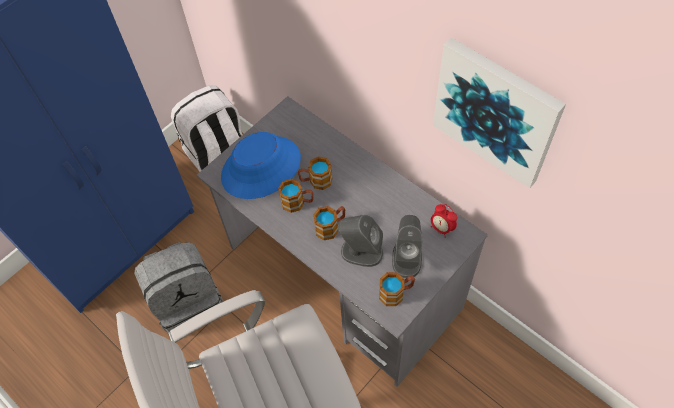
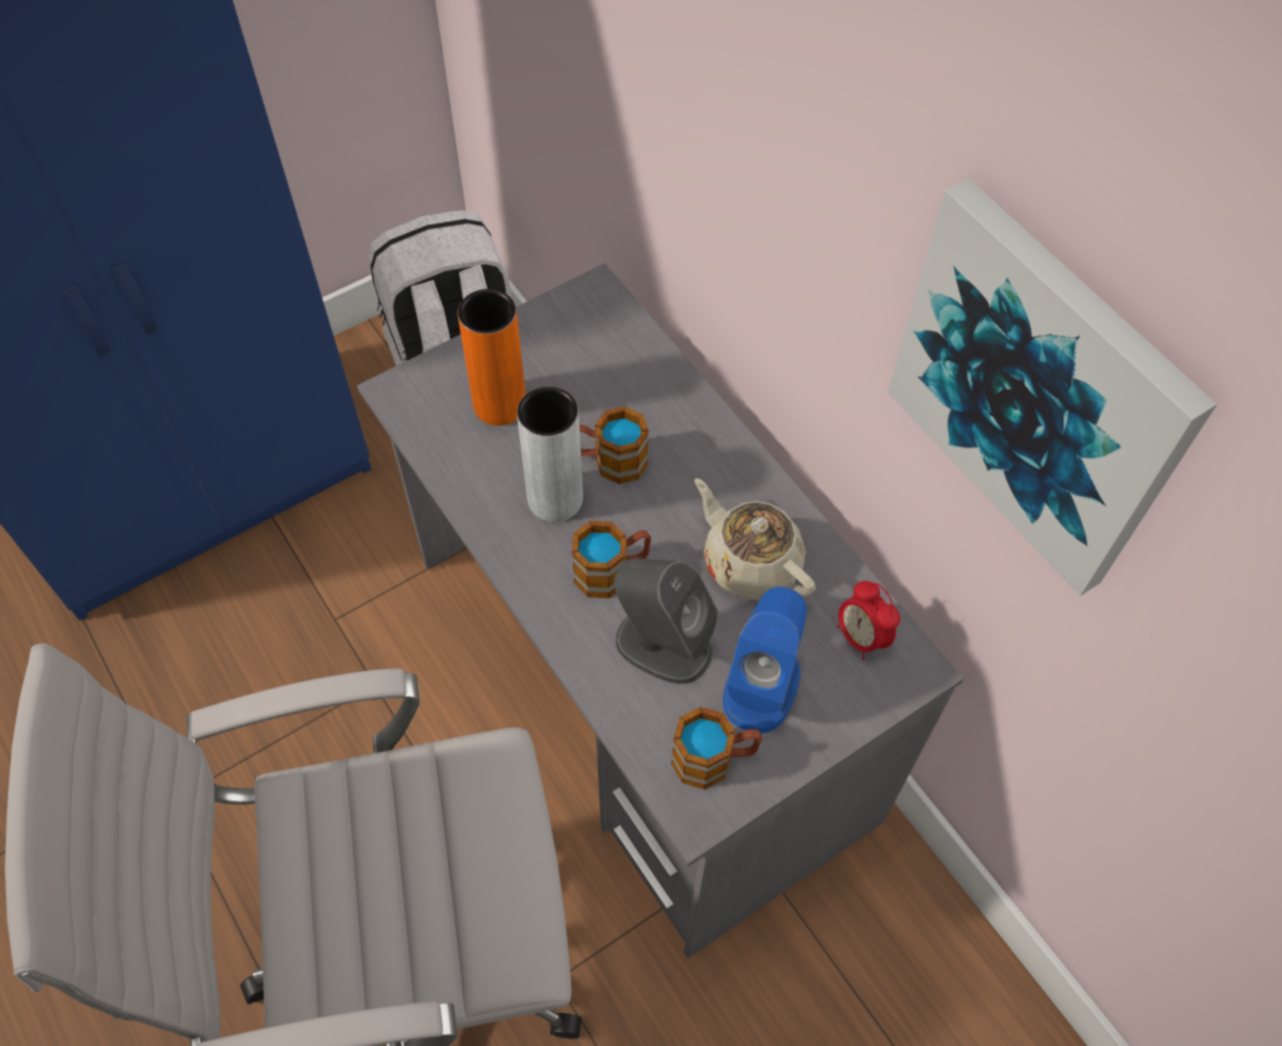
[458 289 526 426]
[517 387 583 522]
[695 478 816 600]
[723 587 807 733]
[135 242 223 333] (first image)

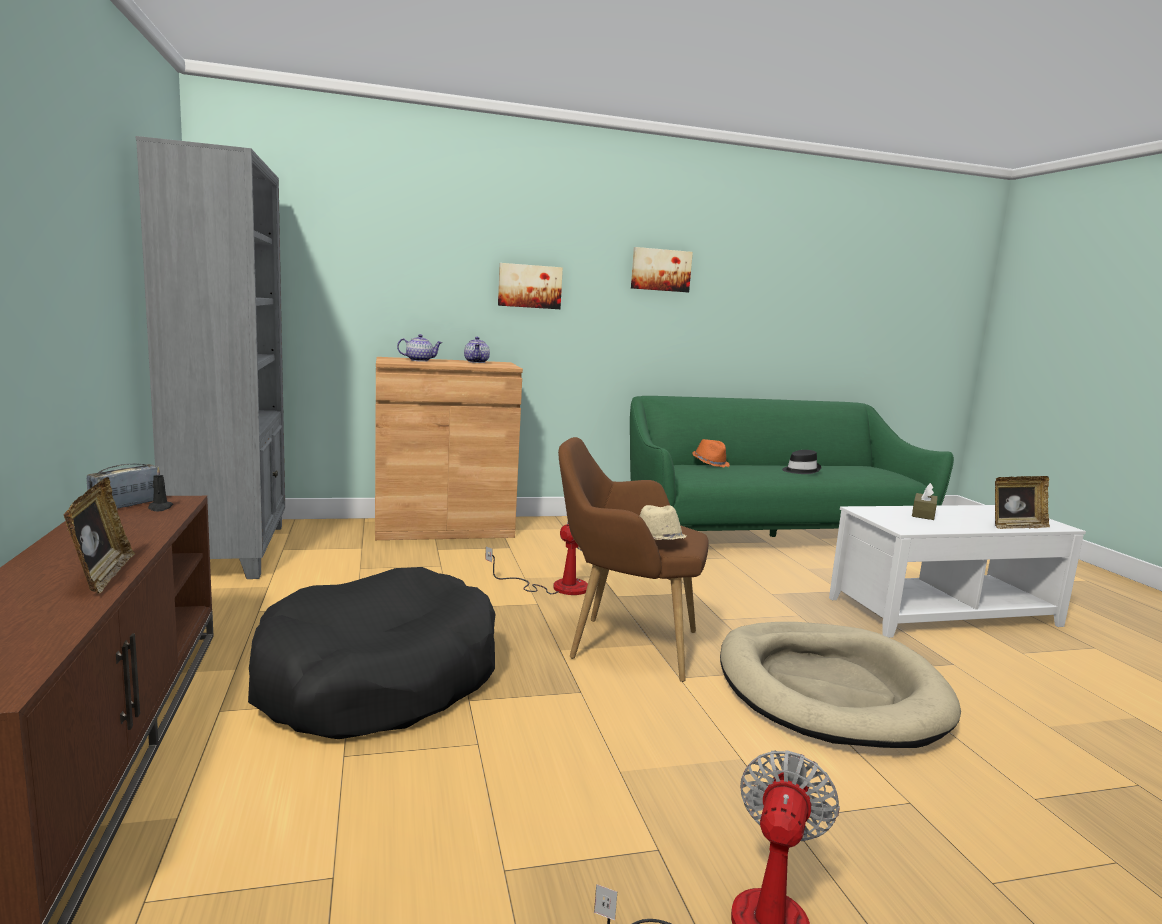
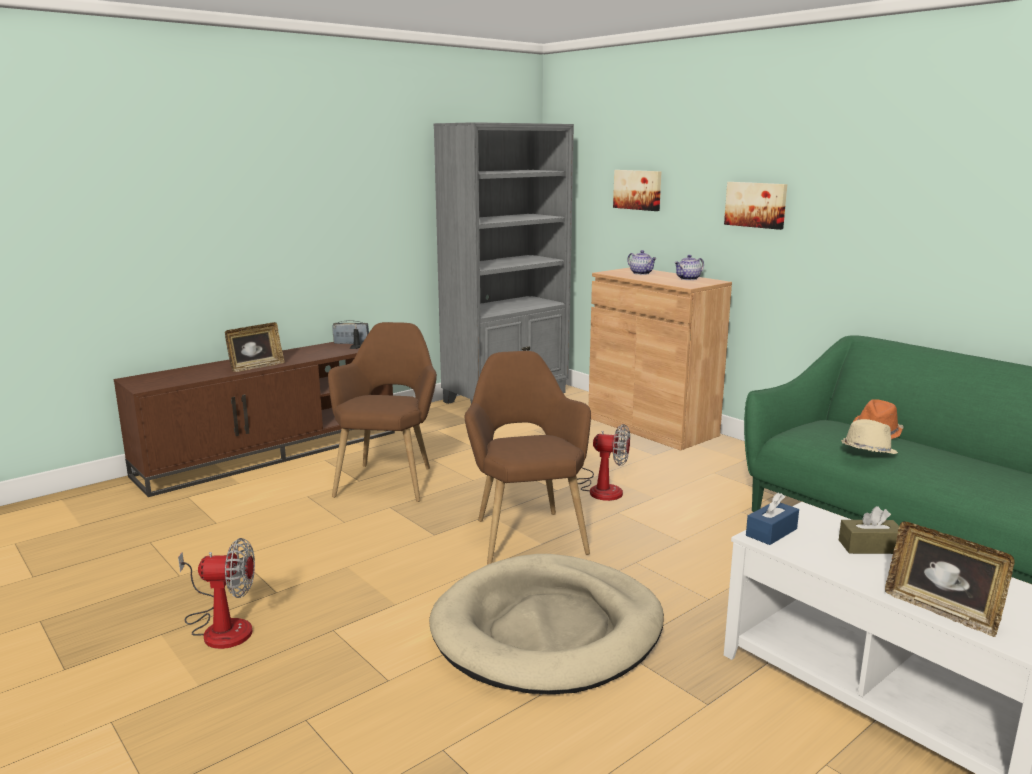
[328 322 437 502]
[613 170 662 211]
[746 493 799 545]
[841 419 898 454]
[782 450 821 474] (first image)

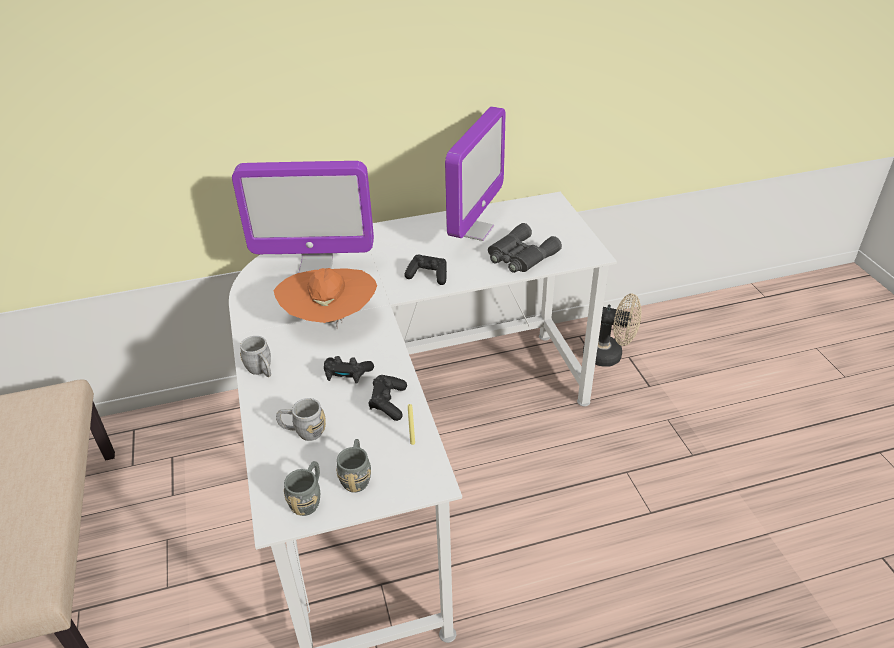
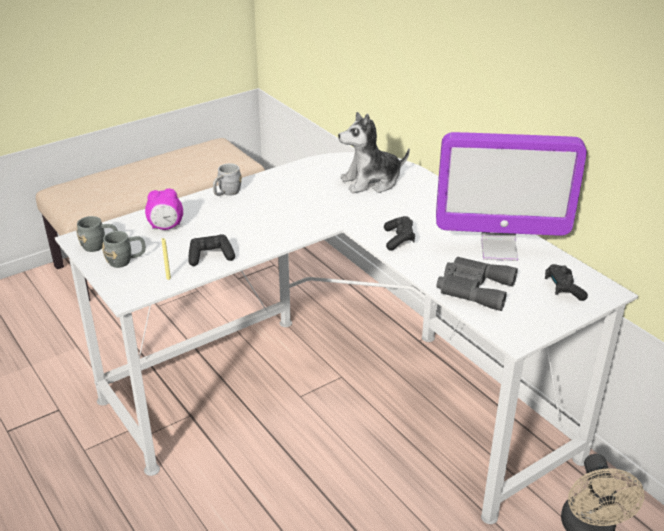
[145 189 183 230]
[338 112 410 193]
[545 264 588 301]
[273 268 377 330] (first image)

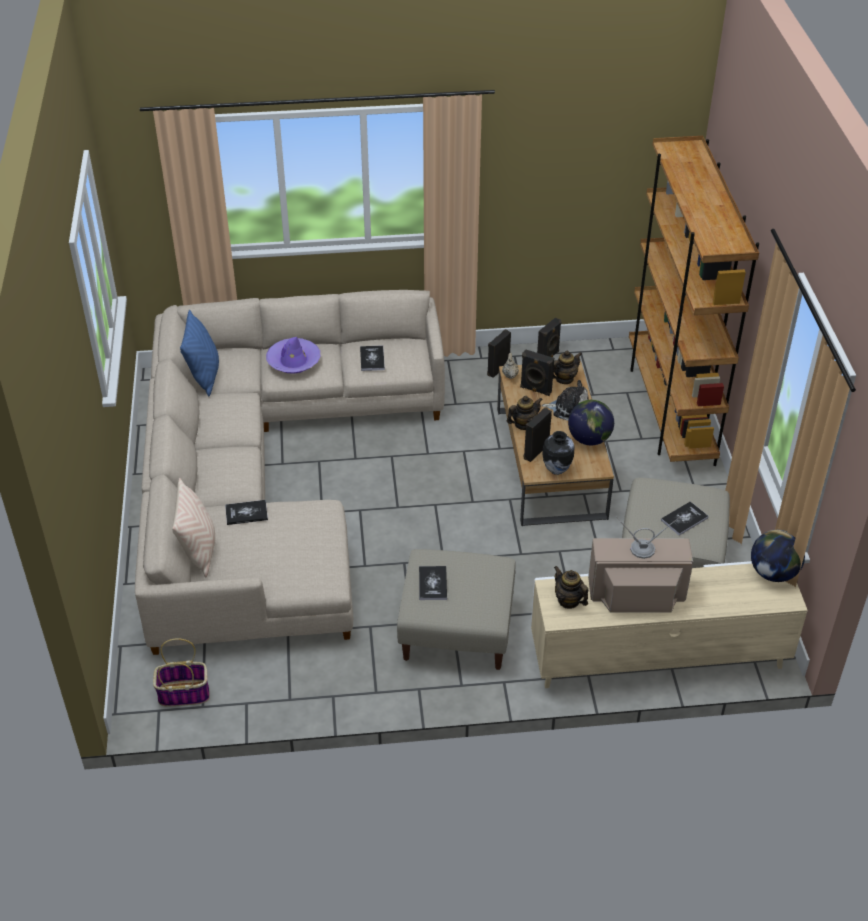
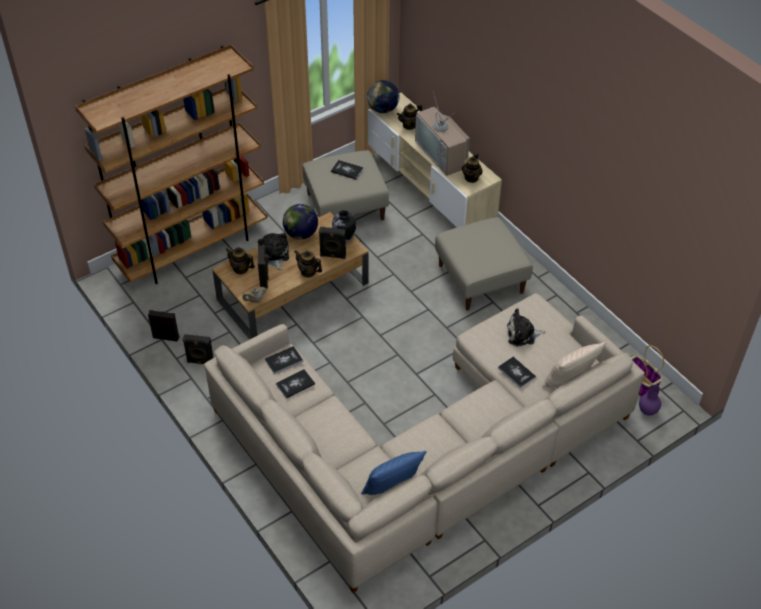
[265 346 303 374]
[397 103 423 130]
[507 308 545 346]
[639 385 661 416]
[266 337 320 374] (first image)

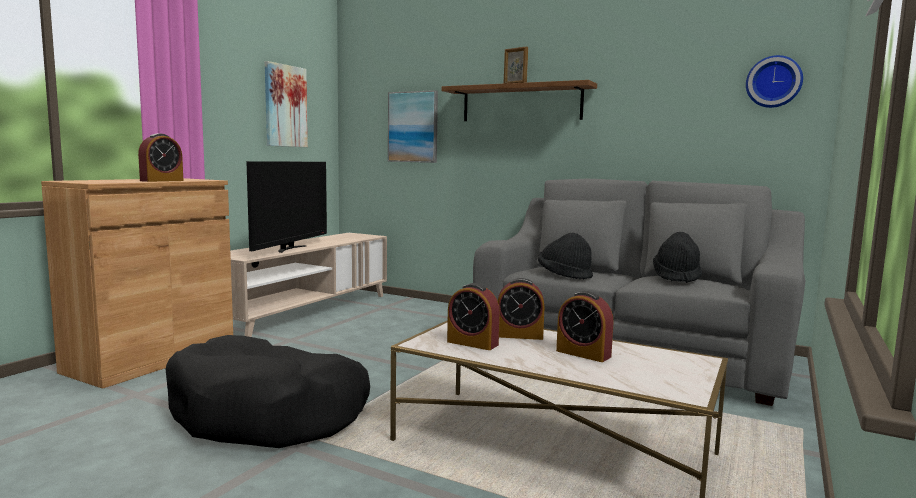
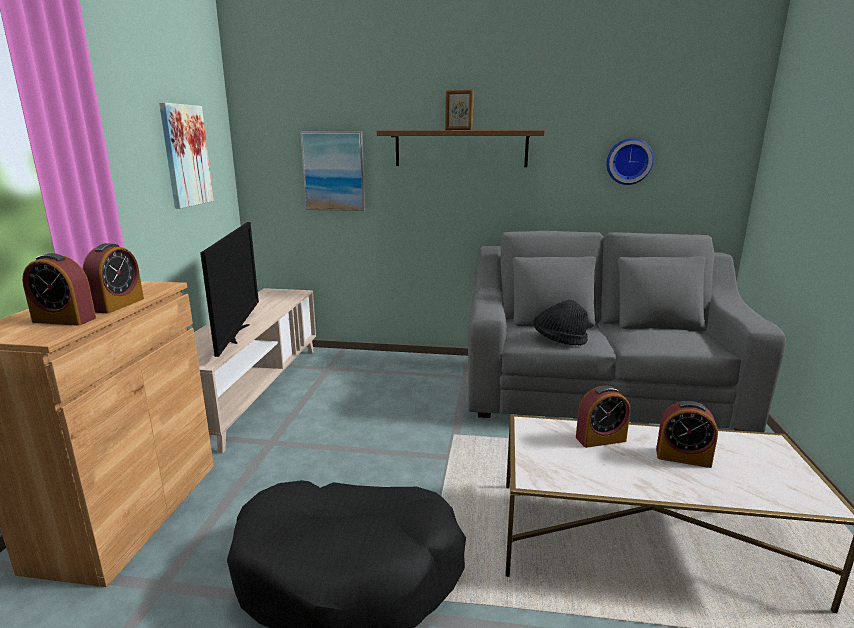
[22 253 96 326]
[607 138 654 185]
[653 232 702 283] (first image)

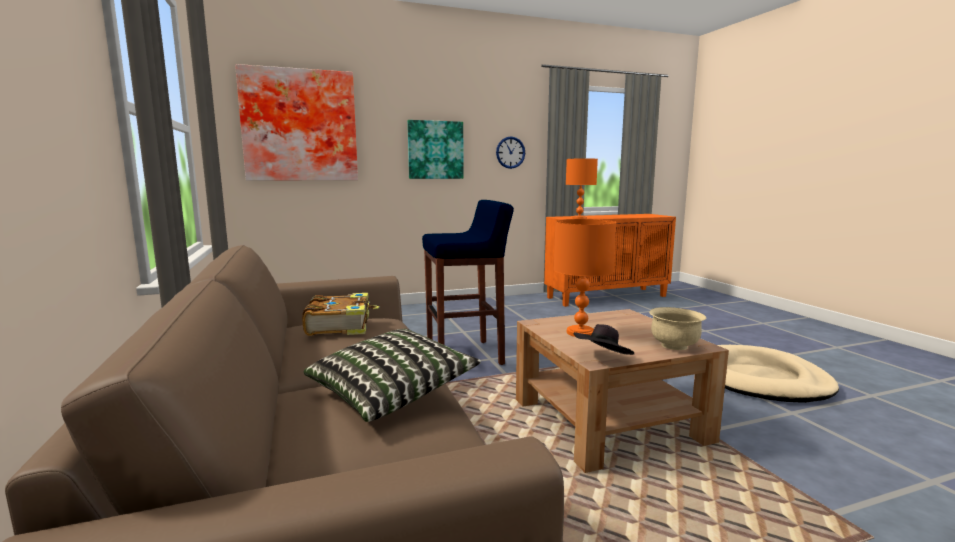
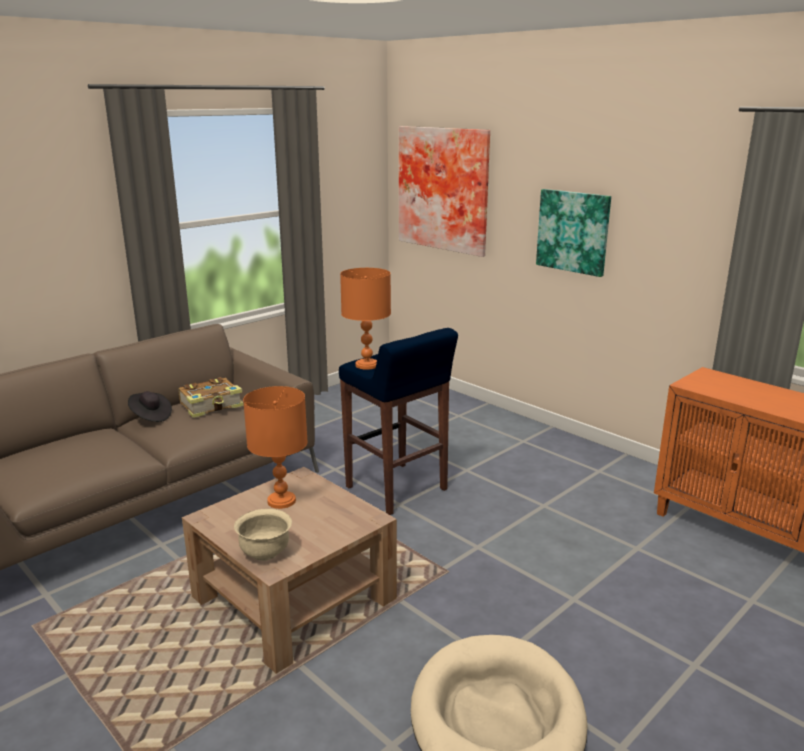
[128 391 172 422]
[340 268 391 370]
[304 329 481 422] (first image)
[496 136 525 169] (first image)

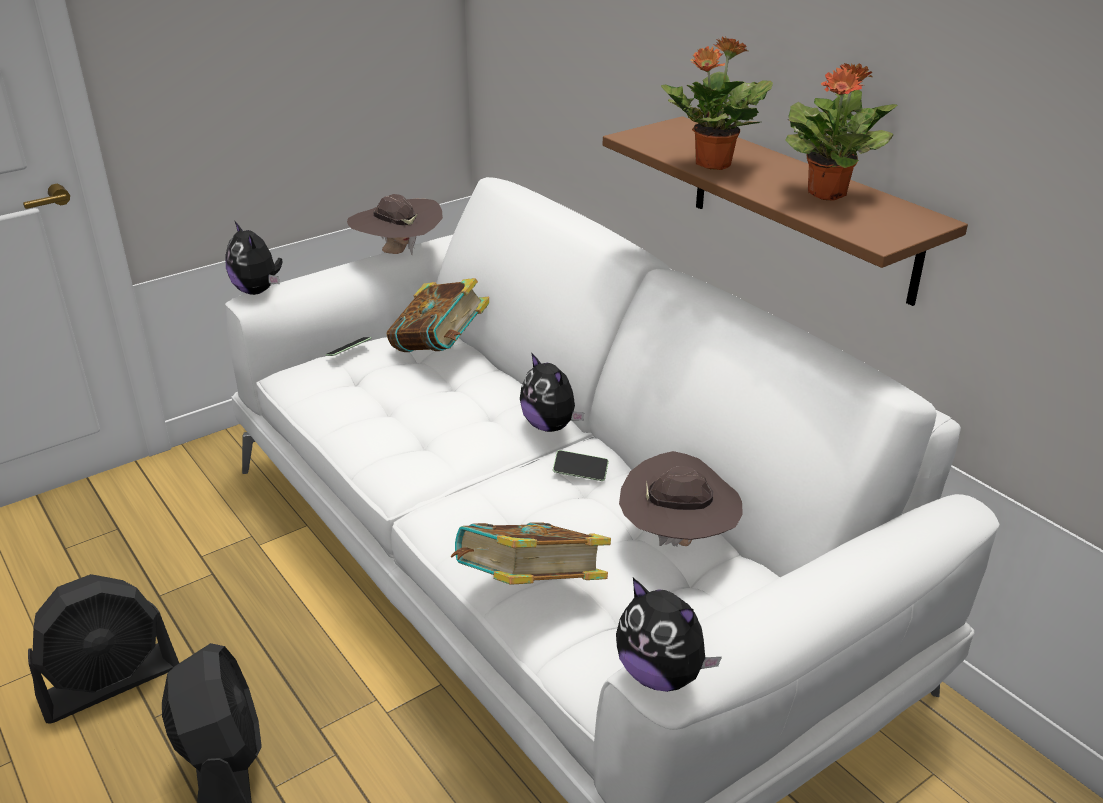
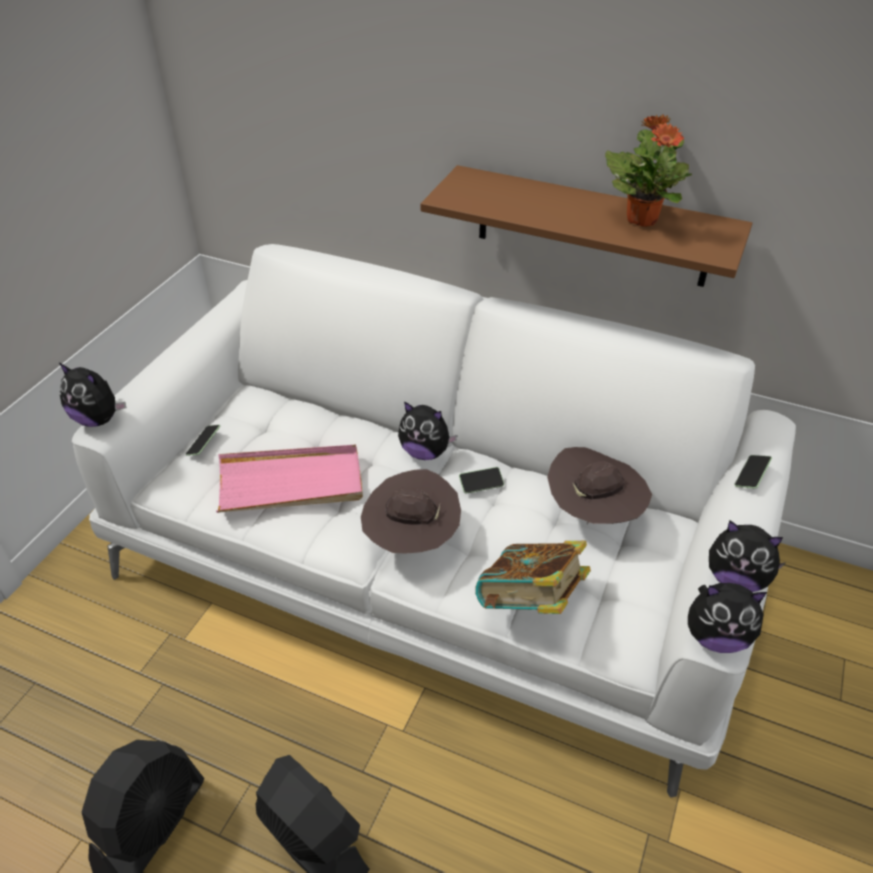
[216 445 363 513]
[361 469 461 554]
[709 520 786 592]
[734 455 772 489]
[387 278 489 352] (first image)
[661 36 773 170] (first image)

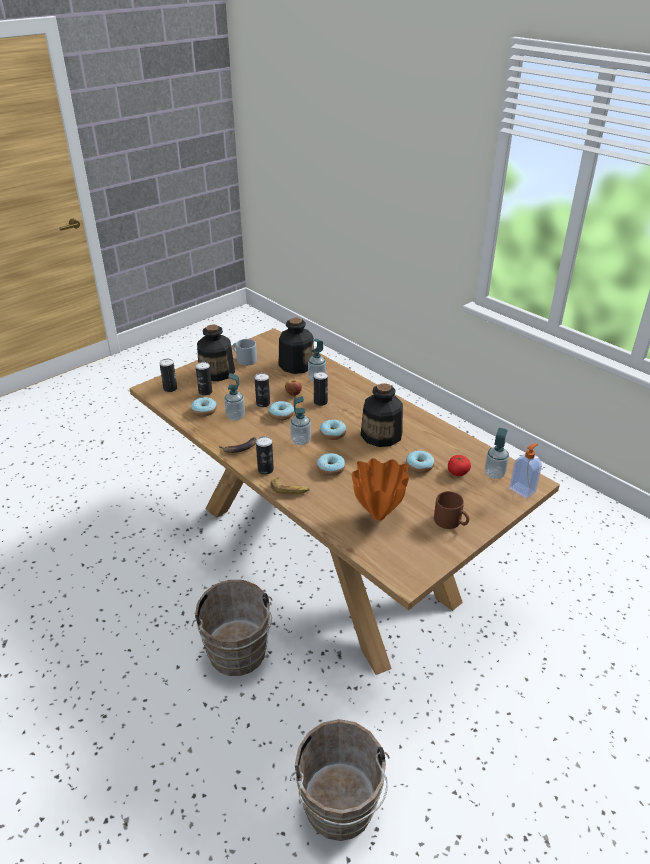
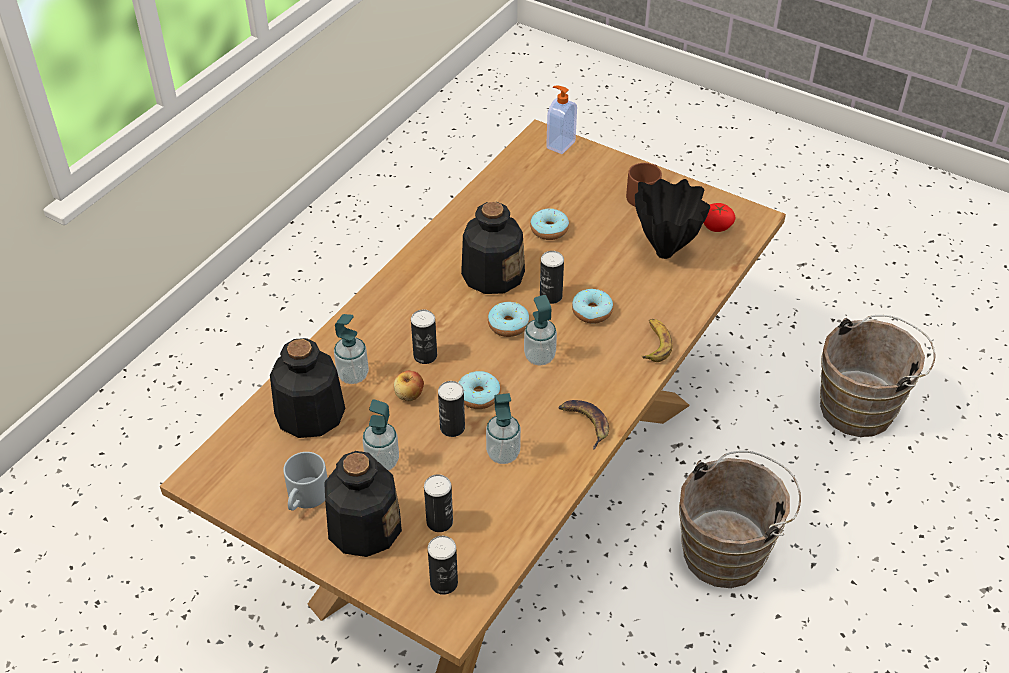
[363 399 399 471]
[540 251 564 304]
[635 179 710 259]
[704 203 735 232]
[191 397 217 417] (first image)

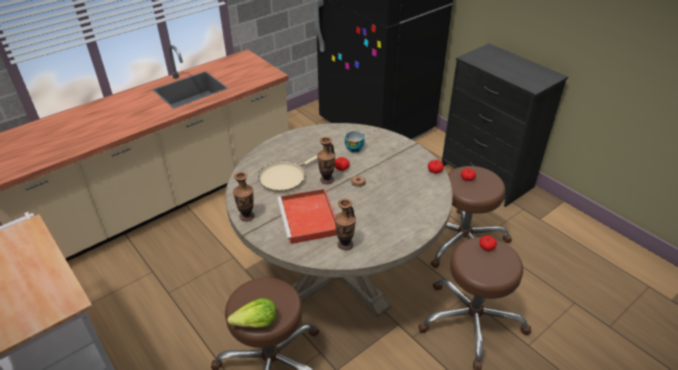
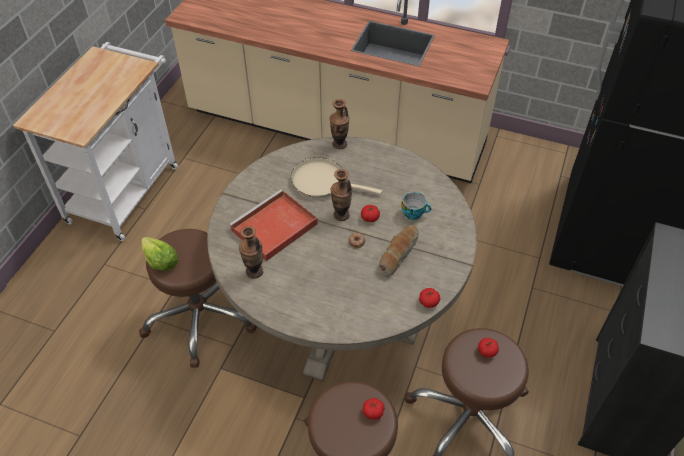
[329 99 349 149]
[379 225 419 277]

